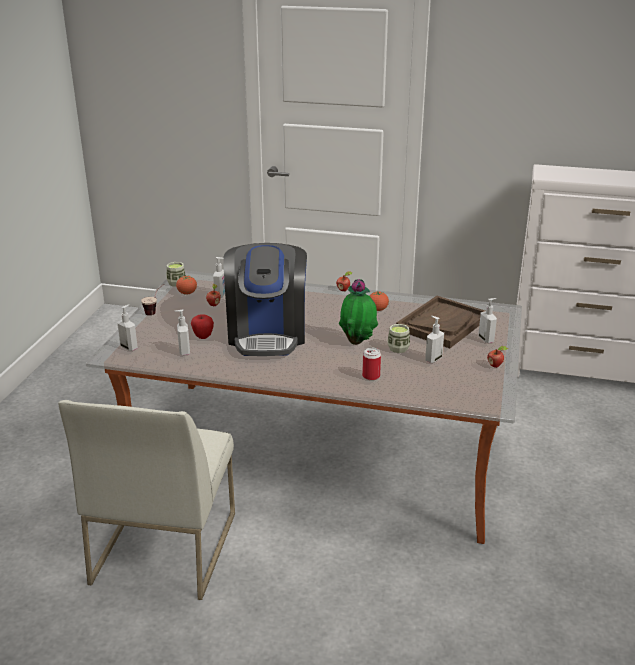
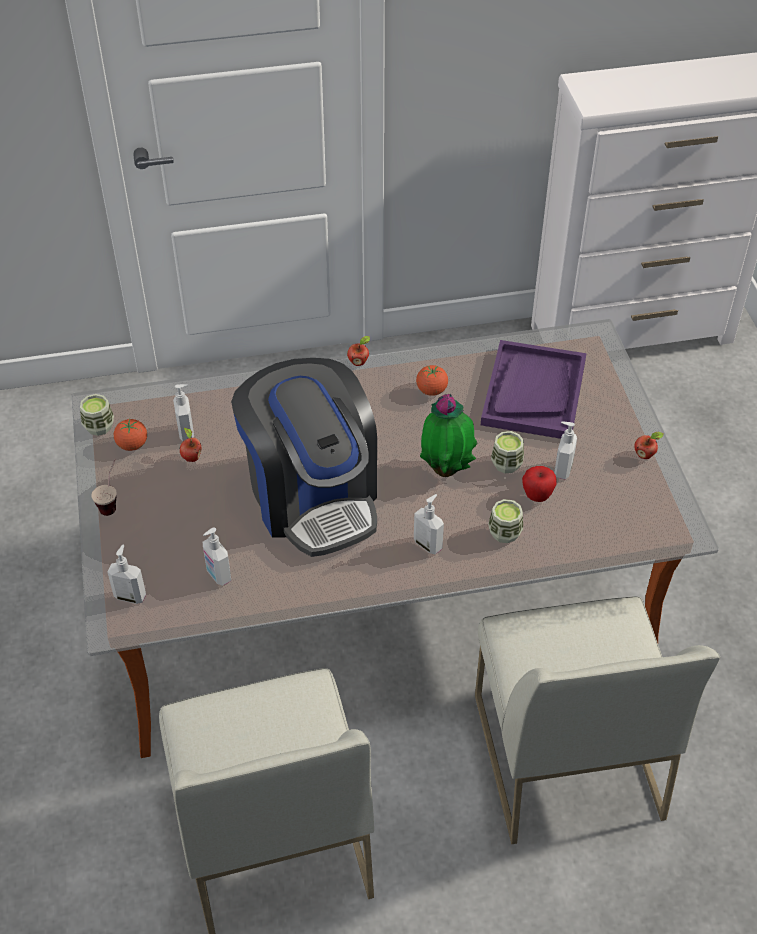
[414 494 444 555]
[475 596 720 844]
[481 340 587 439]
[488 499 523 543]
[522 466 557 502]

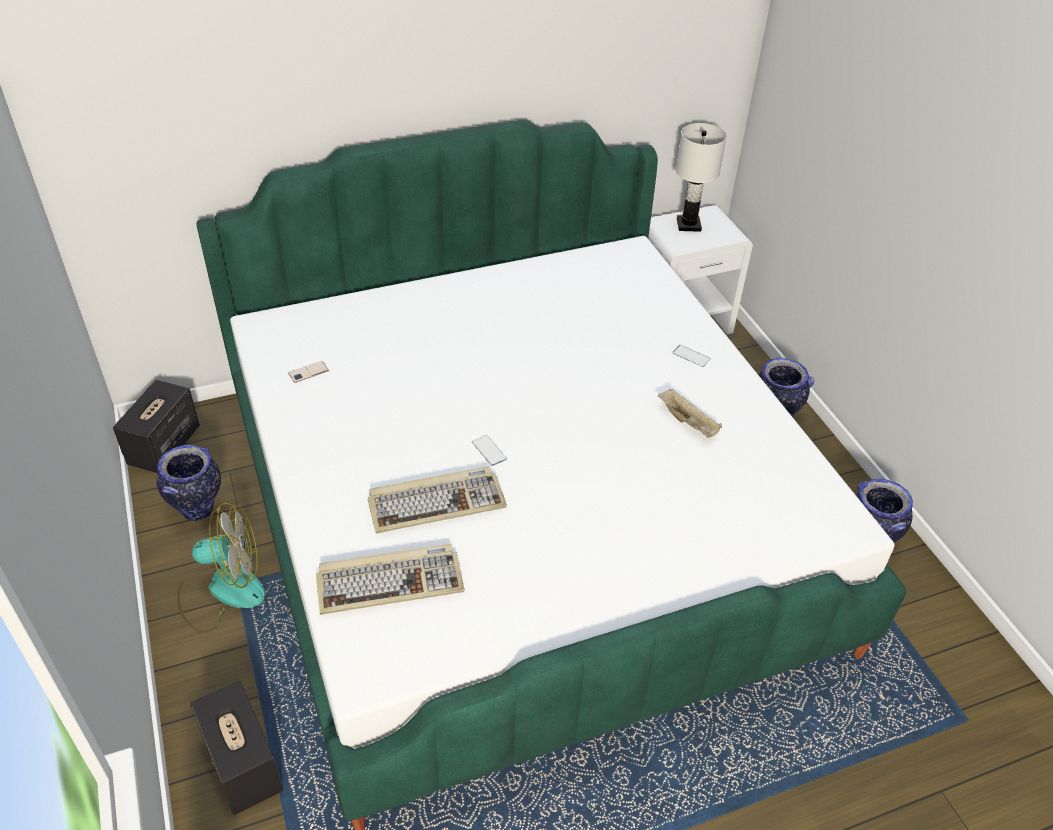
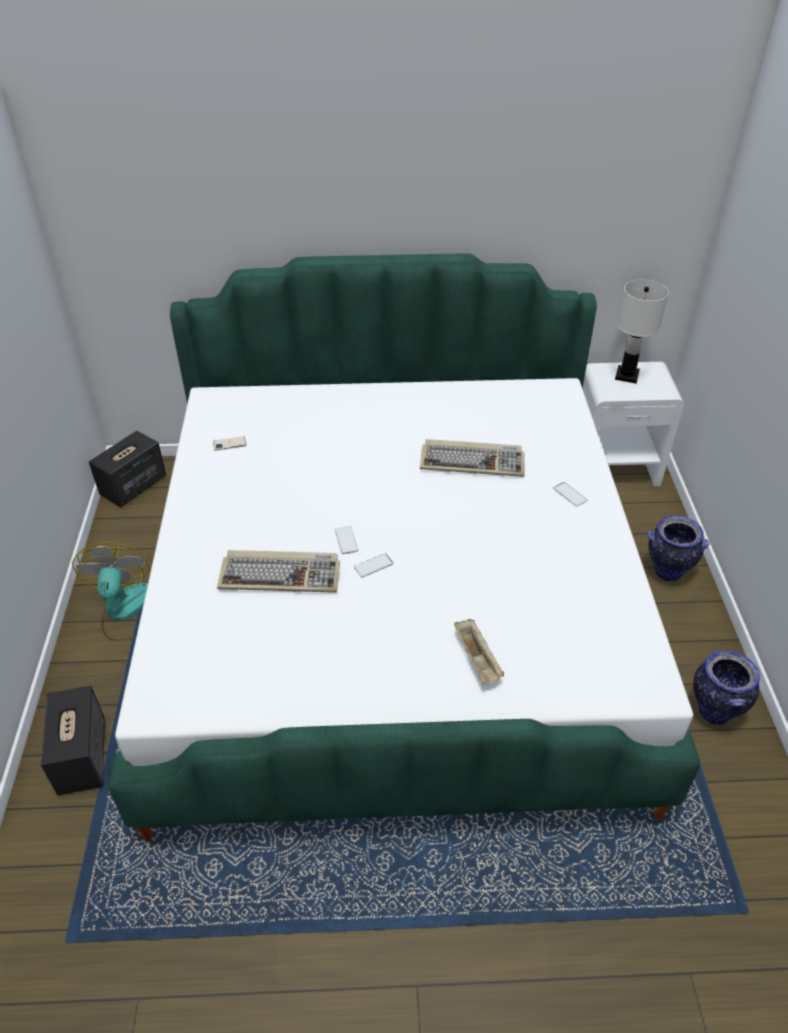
[72 542 149 641]
[354 553 394 577]
[420 439 525 477]
[454 619 504 685]
[156 445 221 521] (first image)

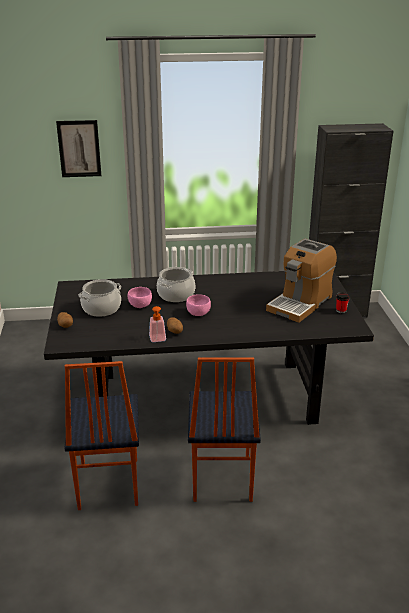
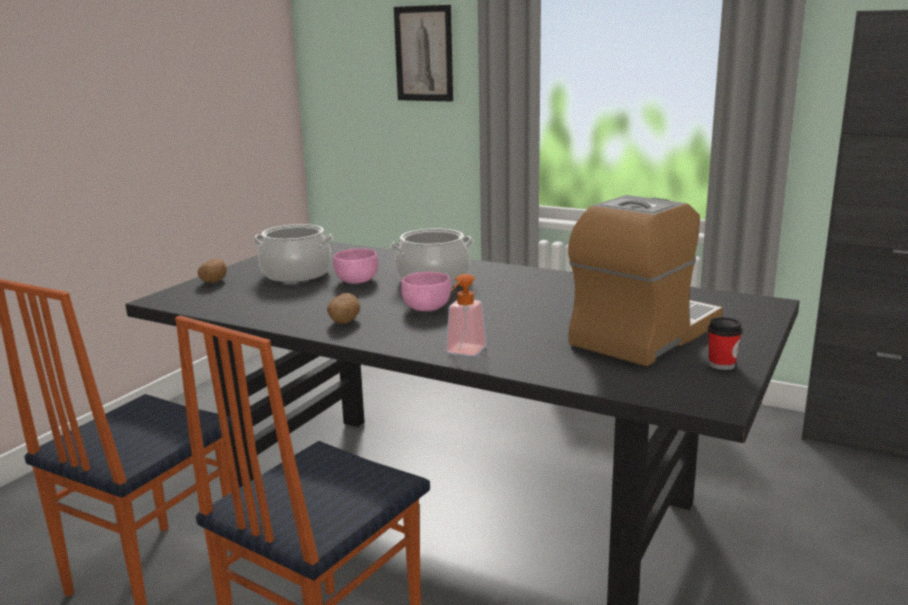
[446 274 487 356]
[568 195 723 367]

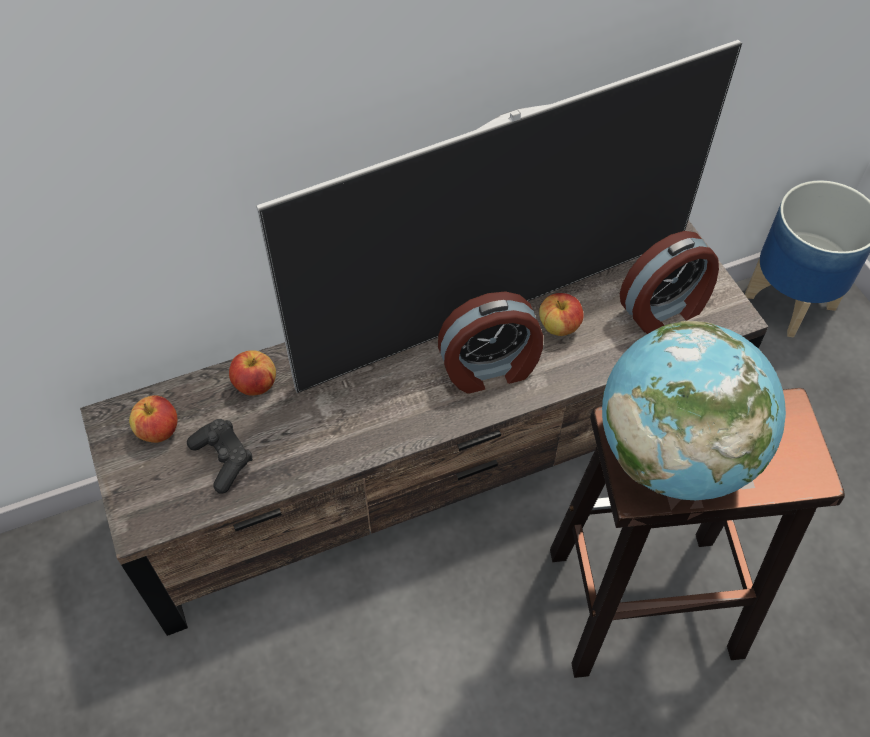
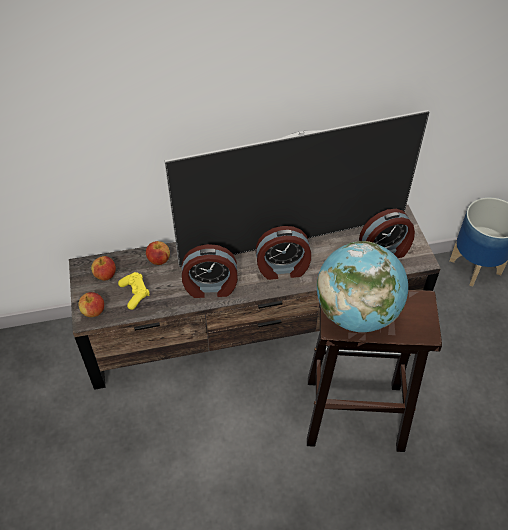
[78 292 104 317]
[118 272 150 310]
[182 244 238 298]

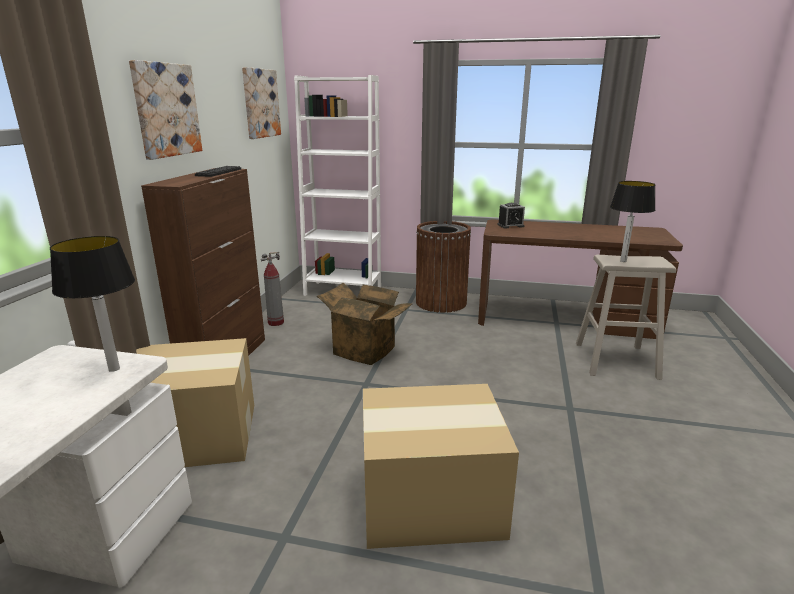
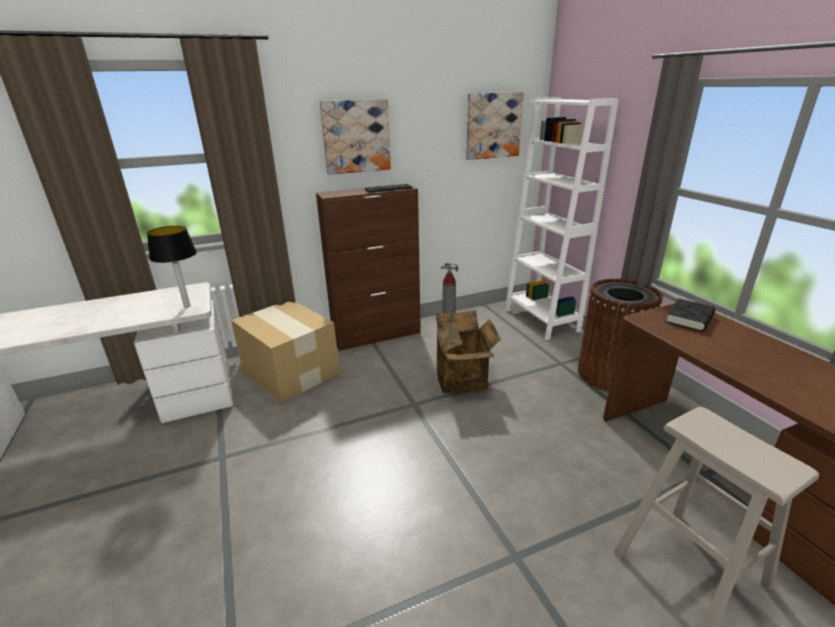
[665 299 716 332]
[363 384 519 549] (first image)
[610 181 656 262] (first image)

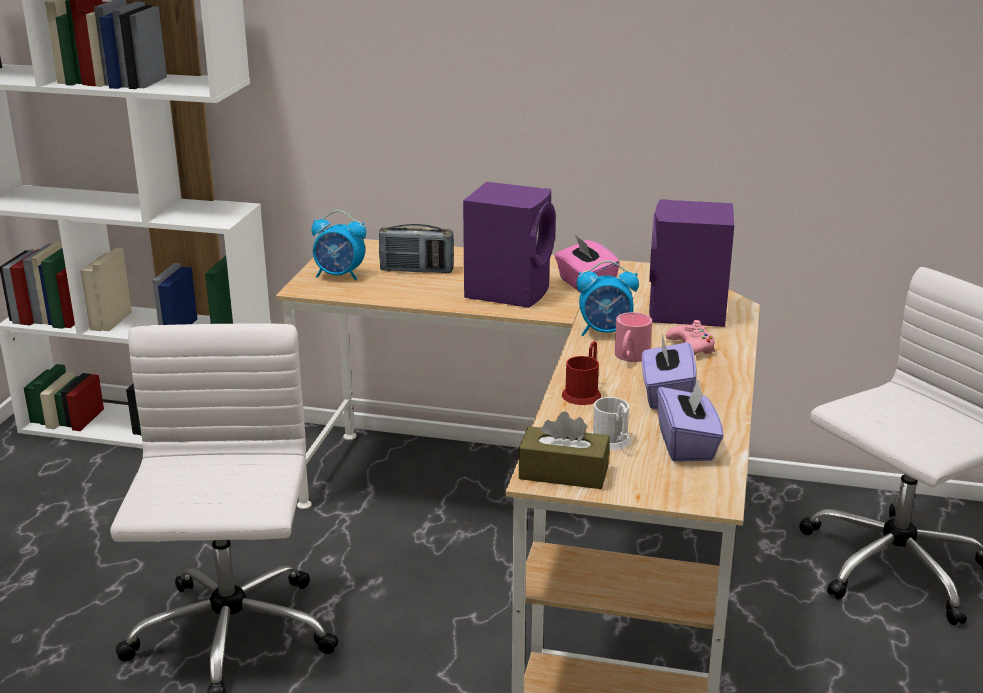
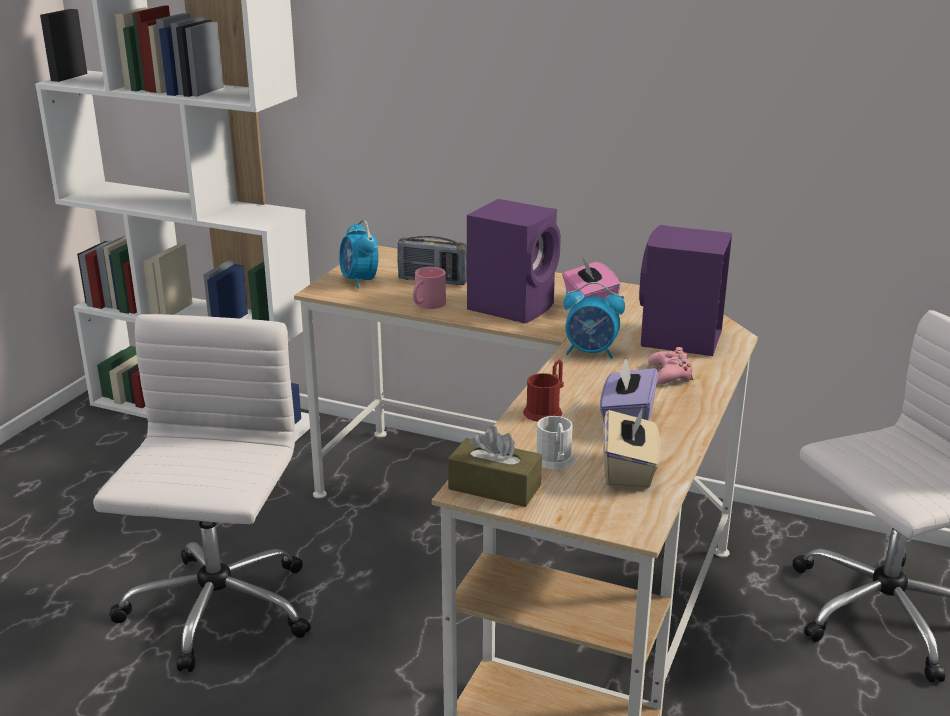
[339 220 378 288]
[413 267 446 309]
[603 405 660 489]

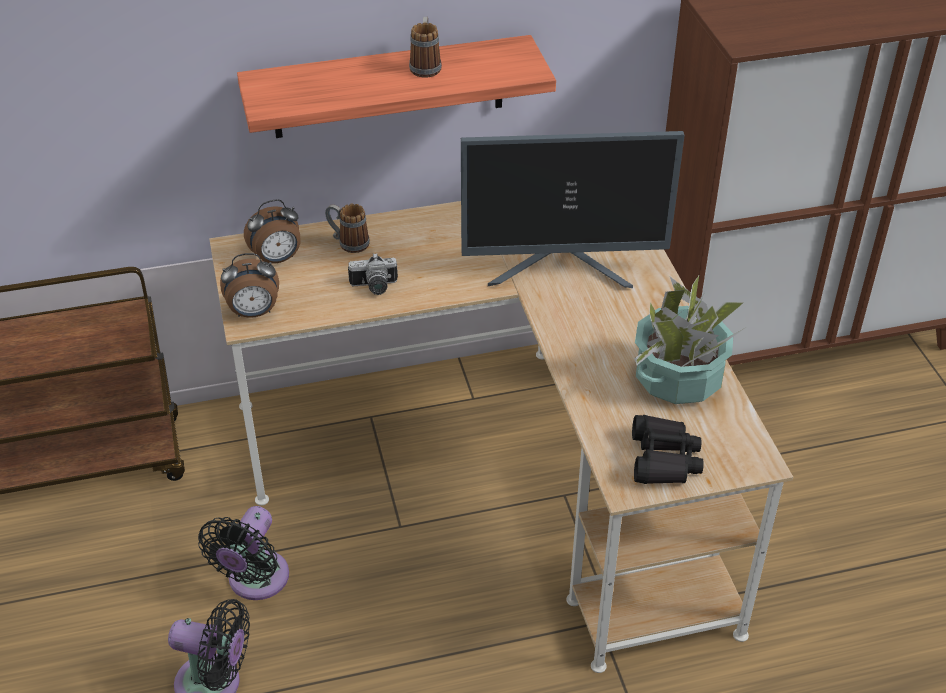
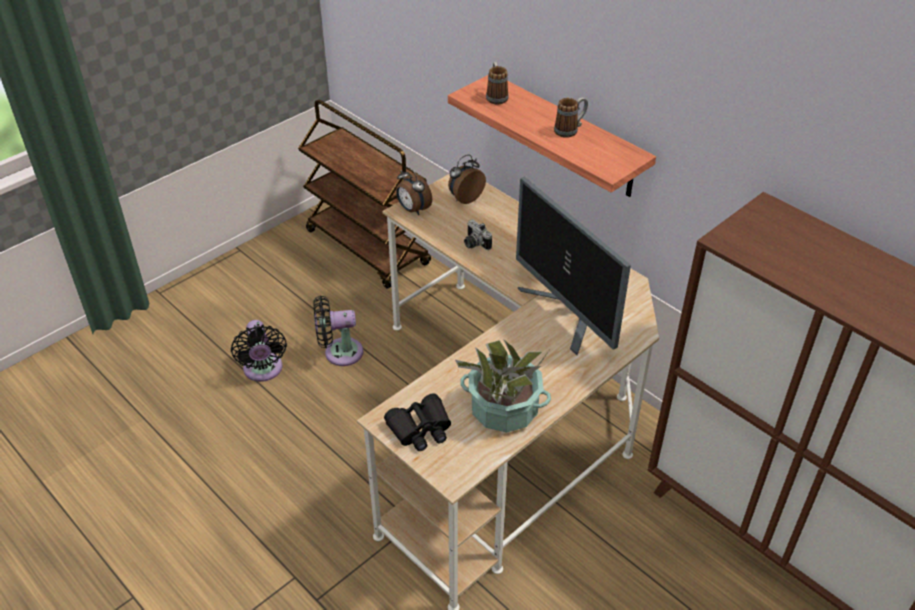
[448 154 486 204]
[486 62 509 104]

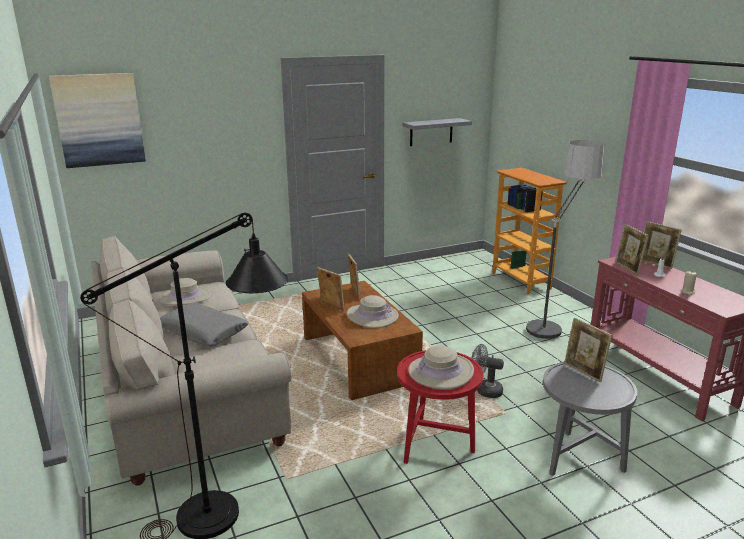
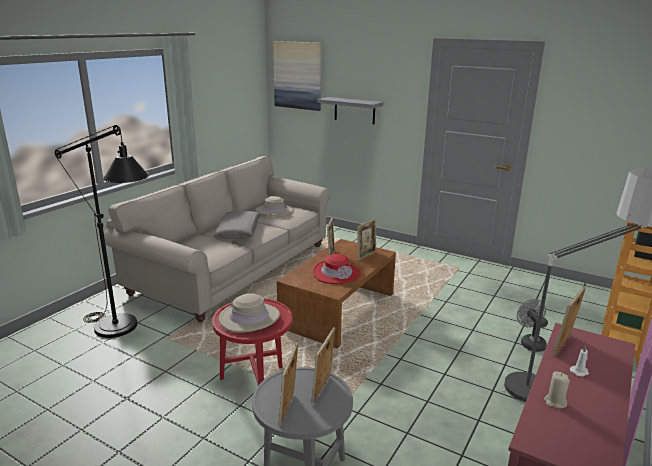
[278 343 298 427]
[313 254 361 284]
[317 97 383 124]
[517 299 548 352]

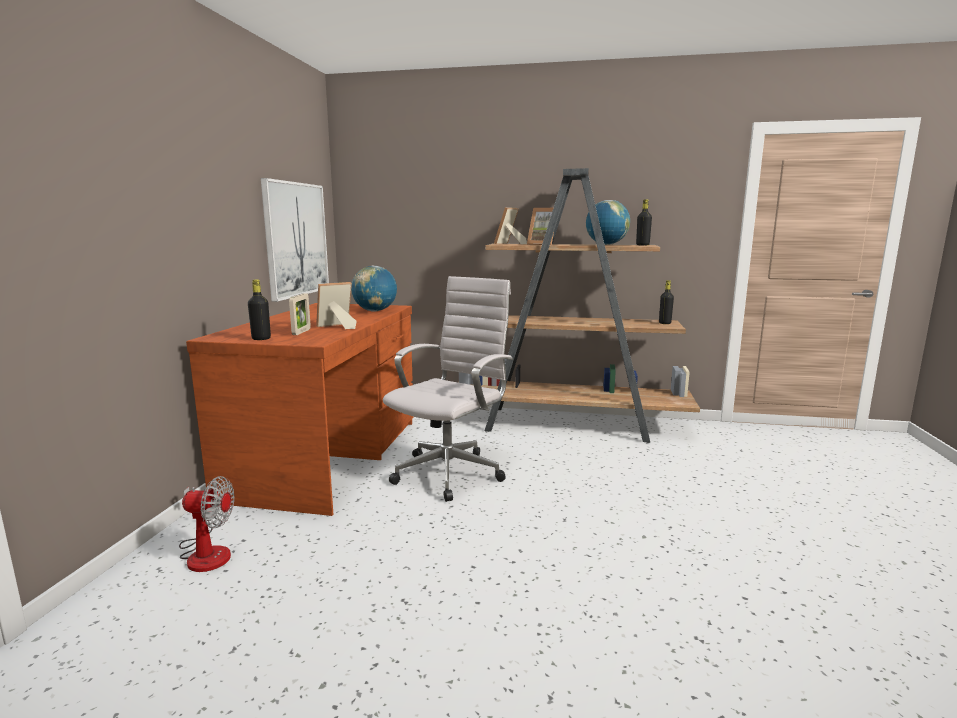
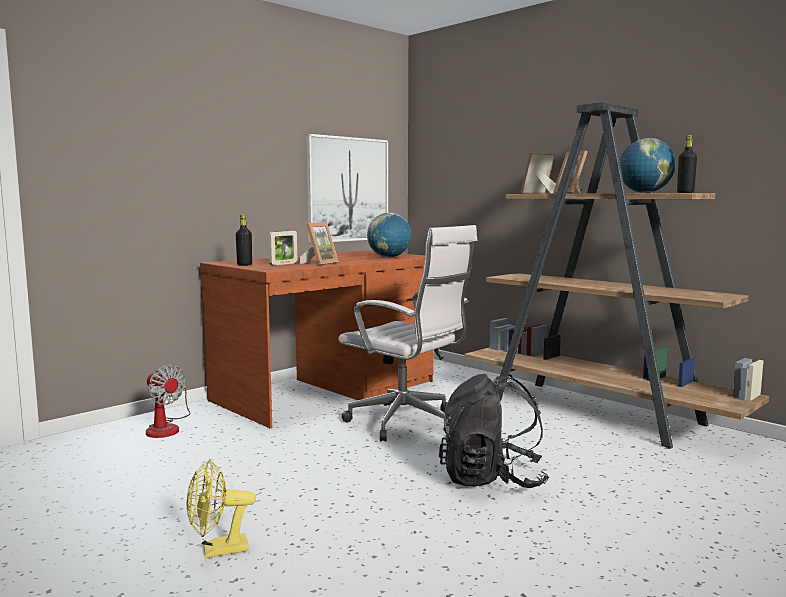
[187 459 256 558]
[299 222 339 265]
[338 225 477 442]
[439 374 549 488]
[659 280 674 324] (first image)

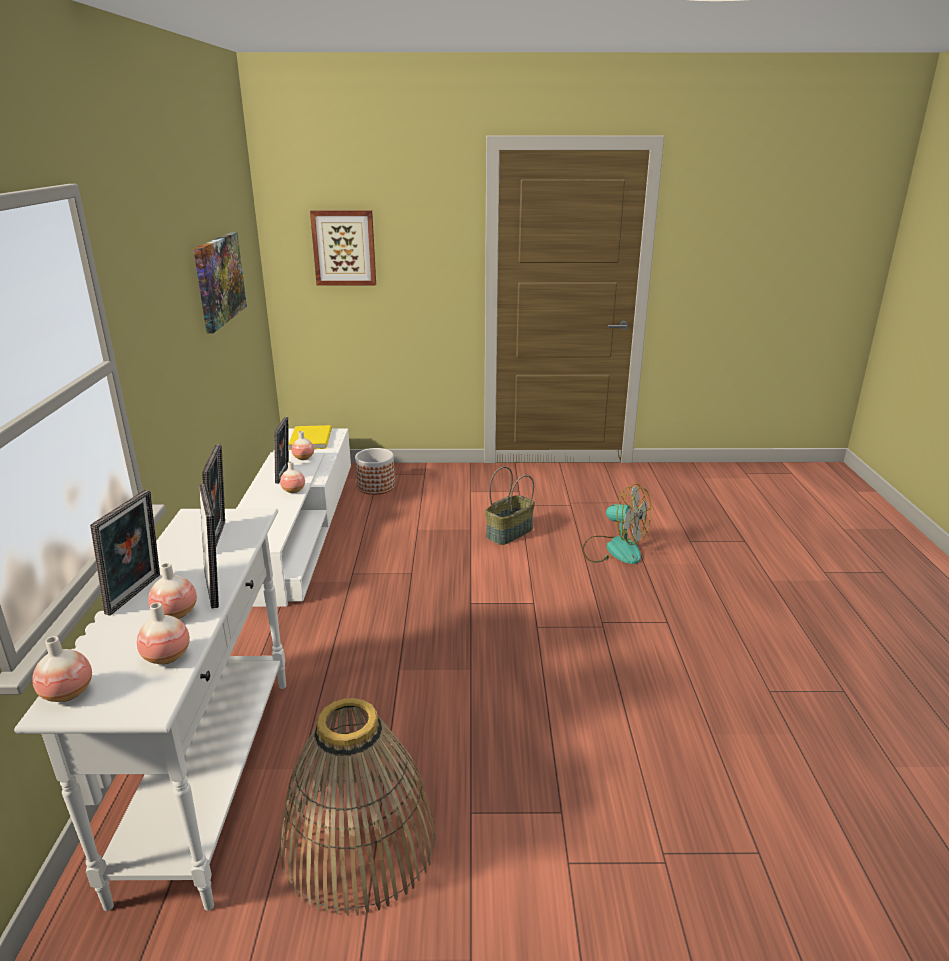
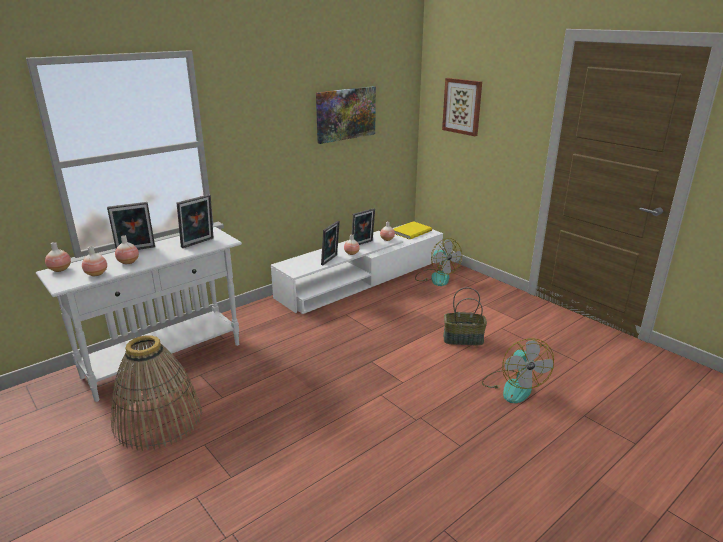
[321 221 340 265]
[415 238 462 286]

